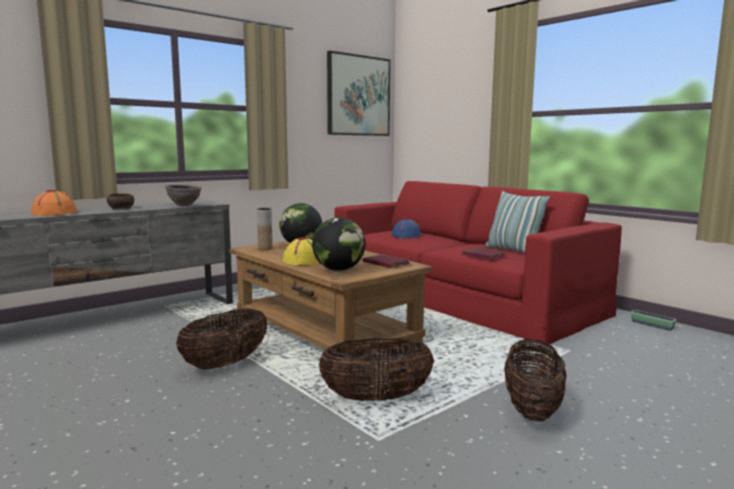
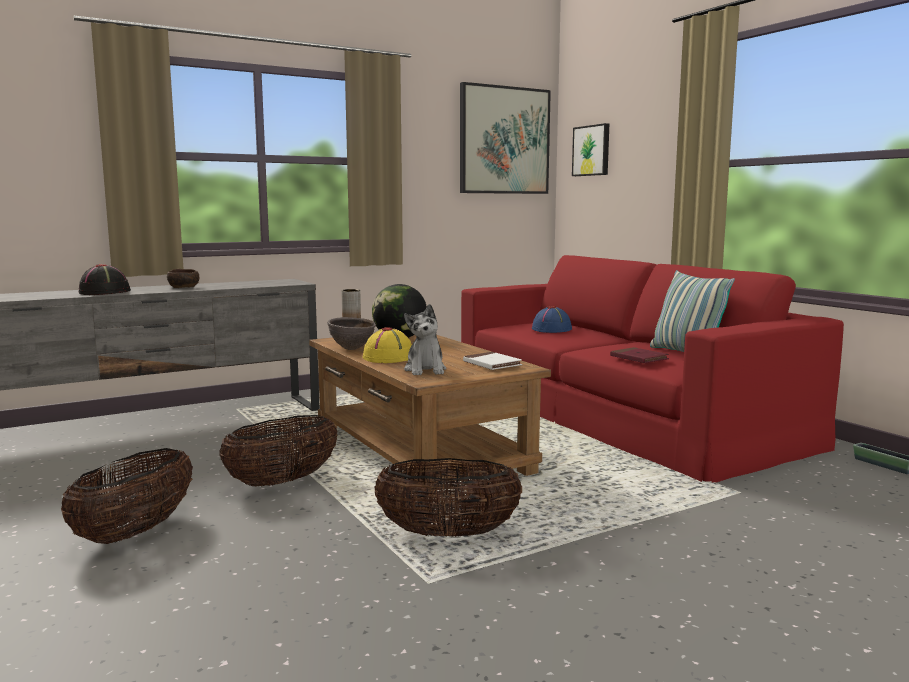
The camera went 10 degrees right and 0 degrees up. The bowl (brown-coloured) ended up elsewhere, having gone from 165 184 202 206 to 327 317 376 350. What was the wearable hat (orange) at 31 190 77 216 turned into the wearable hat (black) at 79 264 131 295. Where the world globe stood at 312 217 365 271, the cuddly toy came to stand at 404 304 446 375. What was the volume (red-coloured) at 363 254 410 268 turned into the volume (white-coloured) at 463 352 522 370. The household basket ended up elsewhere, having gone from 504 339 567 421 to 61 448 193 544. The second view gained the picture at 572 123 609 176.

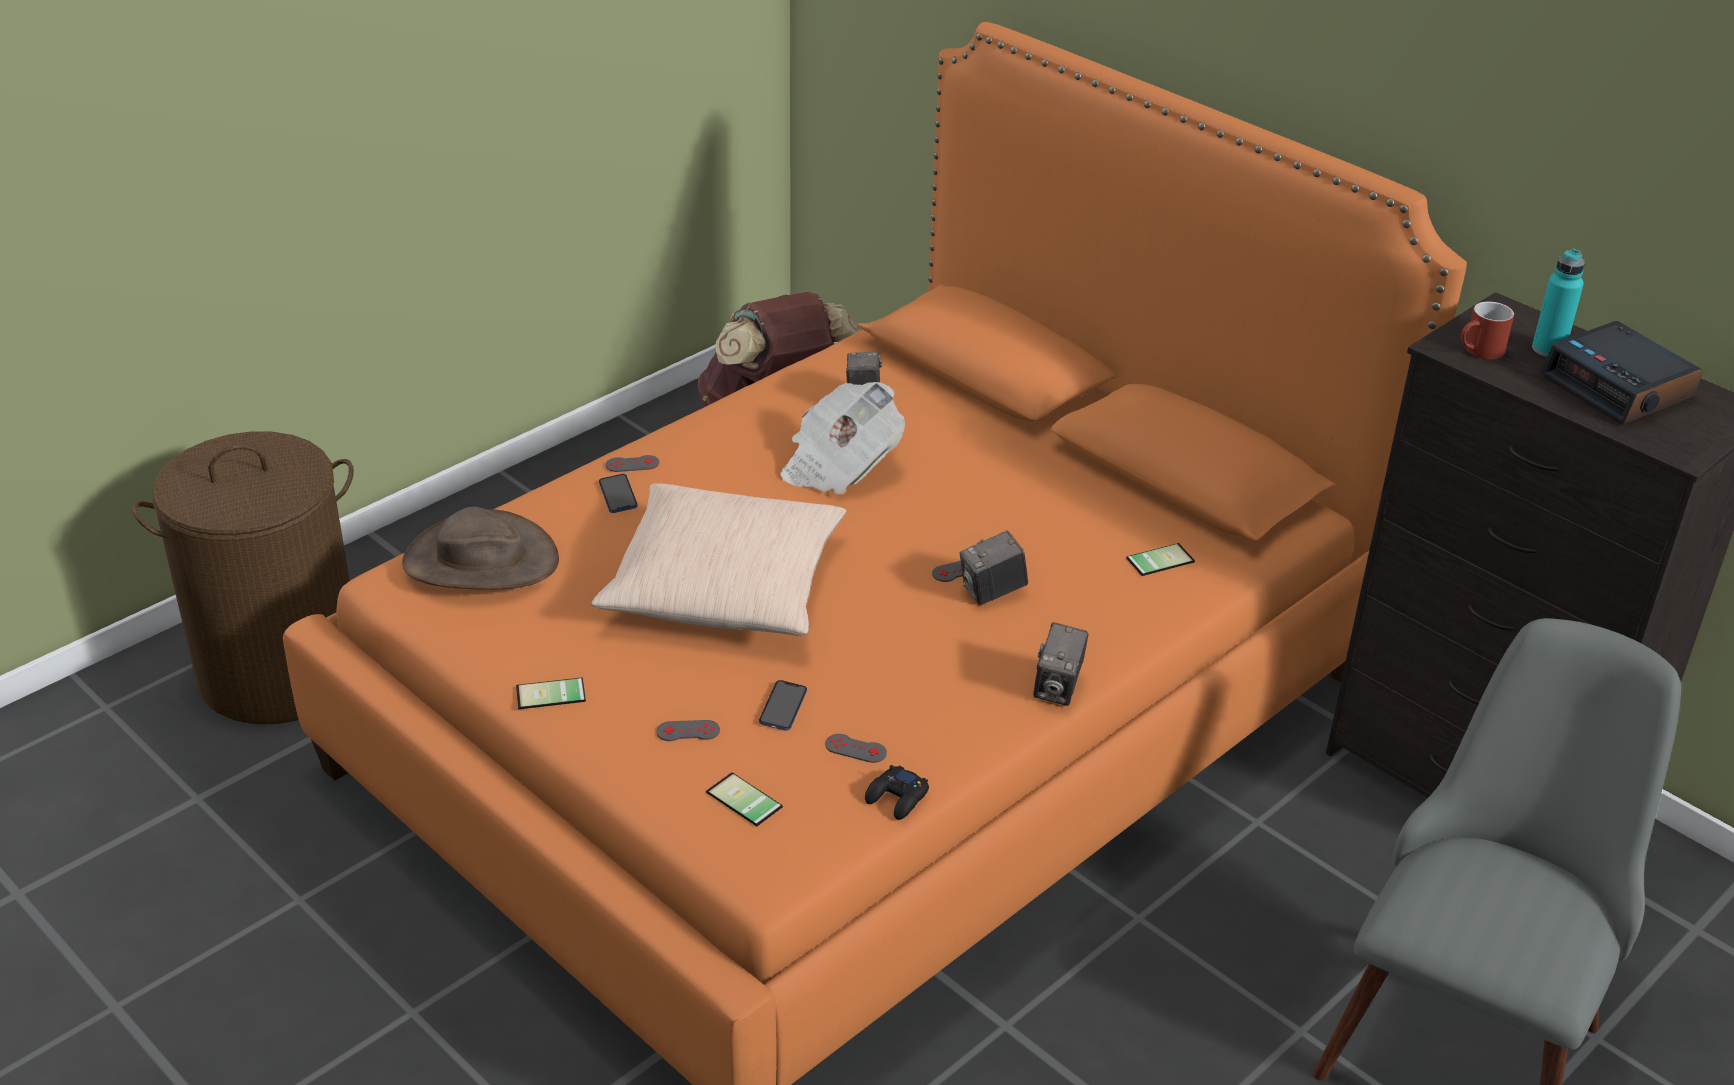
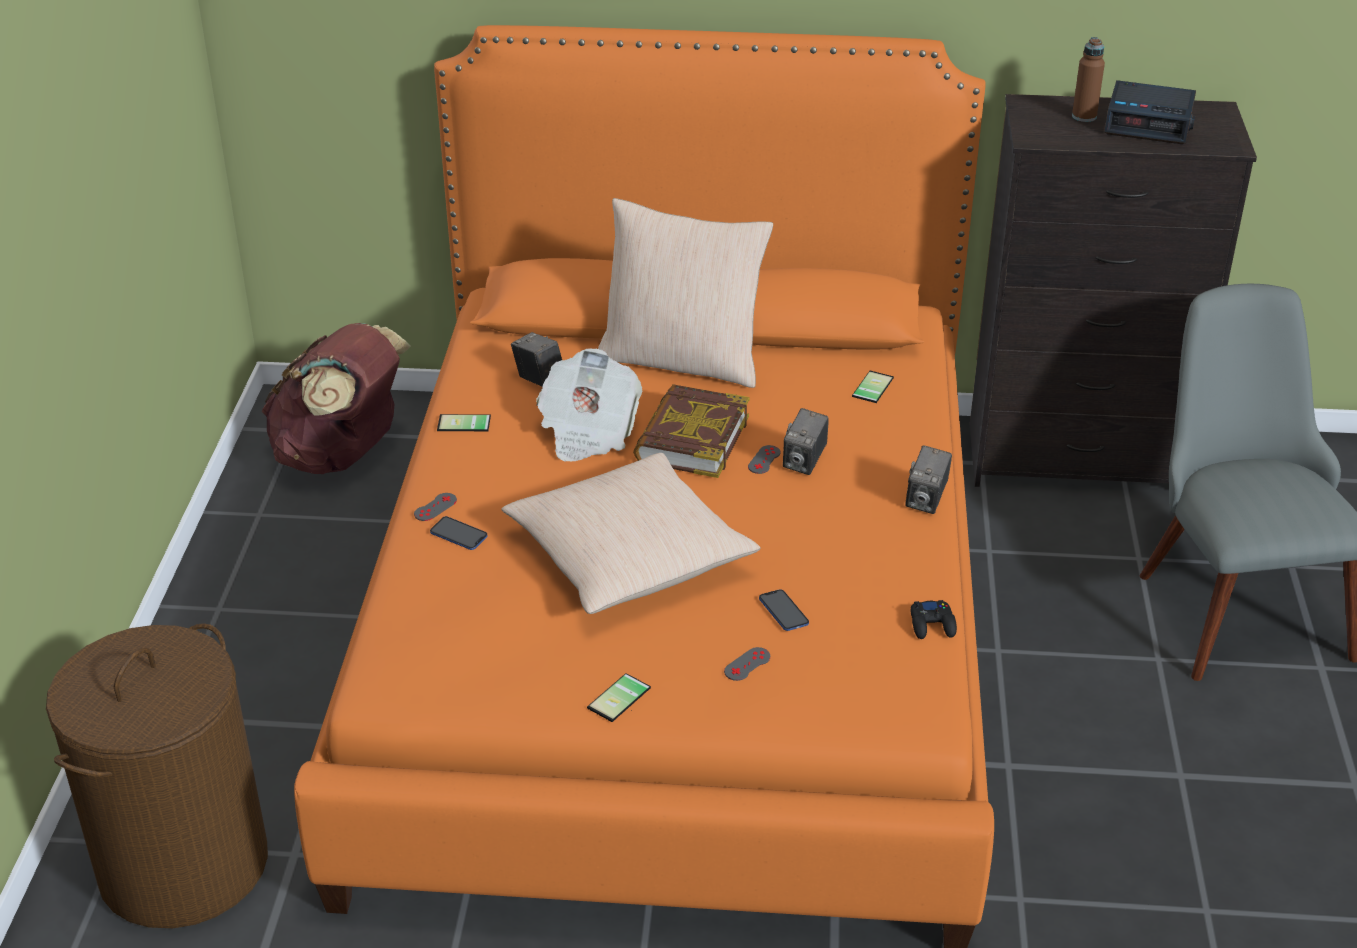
The camera went 40 degrees left and 0 degrees up. What was the bottle (blue-green) at 1532 249 1585 357 turned into the bottle (brown-coloured) at 1072 37 1105 122. The second view lost the mug (red-coloured) at 1461 301 1514 359. The second view lost the wearable hat (brown-coloured) at 402 507 559 589. The still camera at 1033 622 1088 706 ended up facing another way, 45 degrees clockwise from before. The second view lost the game controller (gray) at 825 734 887 763. The telephone ended up elsewhere, having gone from 706 772 783 826 to 437 414 491 431. The second view gained the pillow (beige-coloured) at 598 198 773 388. The second view gained the volume at 633 384 750 478.

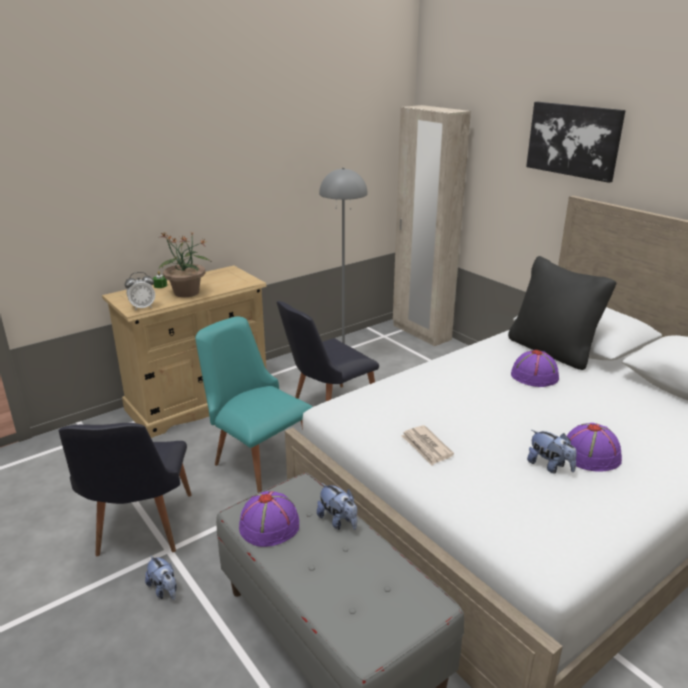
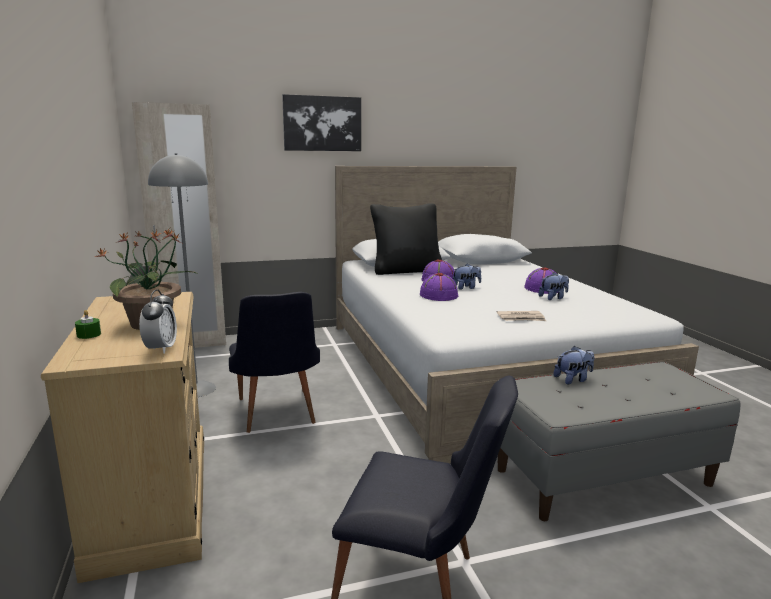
The camera went 70 degrees left and 10 degrees down. The second view lost the plain chair (blue-green) at 195 316 312 493. The wearable hat (purplish) ended up elsewhere, having gone from 239 491 299 547 to 420 273 458 301. The cuddly toy ended up elsewhere, having gone from 145 555 177 600 to 453 264 481 290.

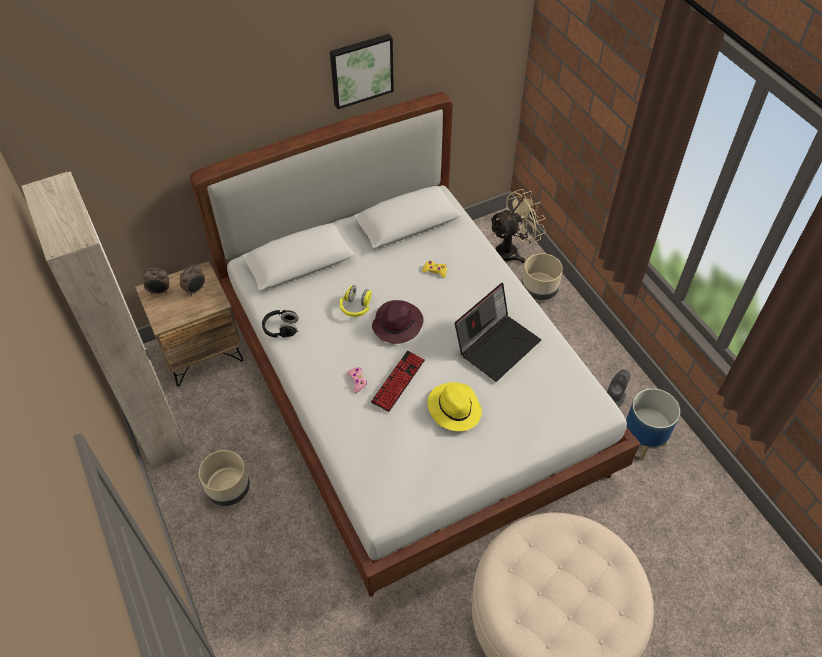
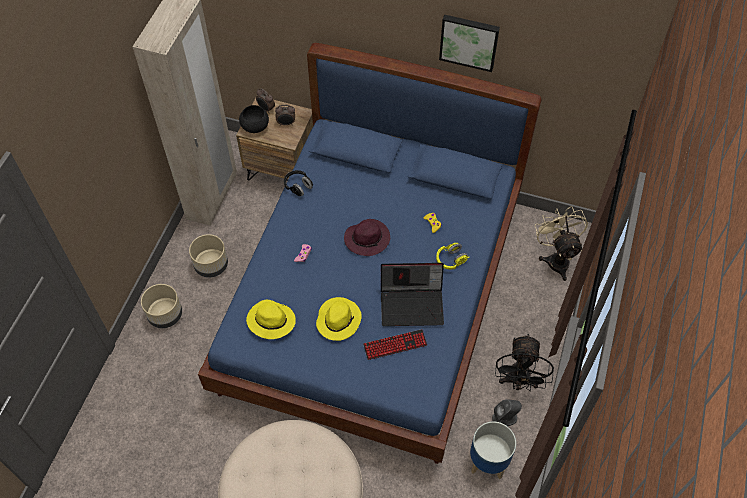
The camera went 45 degrees right and 5 degrees up. What was the bedroom bed (white-coloured) at 190 92 640 597 turned into the bedroom bed (blue) at 198 43 542 464. The cooling fan (beige-coloured) at 489 189 546 263 ended up facing another way, 120 degrees counterclockwise from before. The flower pot (beige-coloured) ended up elsewhere, having gone from 522 253 563 300 to 141 284 182 328. The pair of headphones (yellow-coloured) ended up elsewhere, having gone from 340 285 372 317 to 436 243 469 269. The PC keyboard ended up elsewhere, having gone from 371 351 425 412 to 363 329 427 360. The second view gained the bowl (black) at 239 105 269 133. The second view gained the wearable hat (yellow-coloured) at 246 300 296 339. The second view gained the cooling fan (black) at 495 334 554 391.

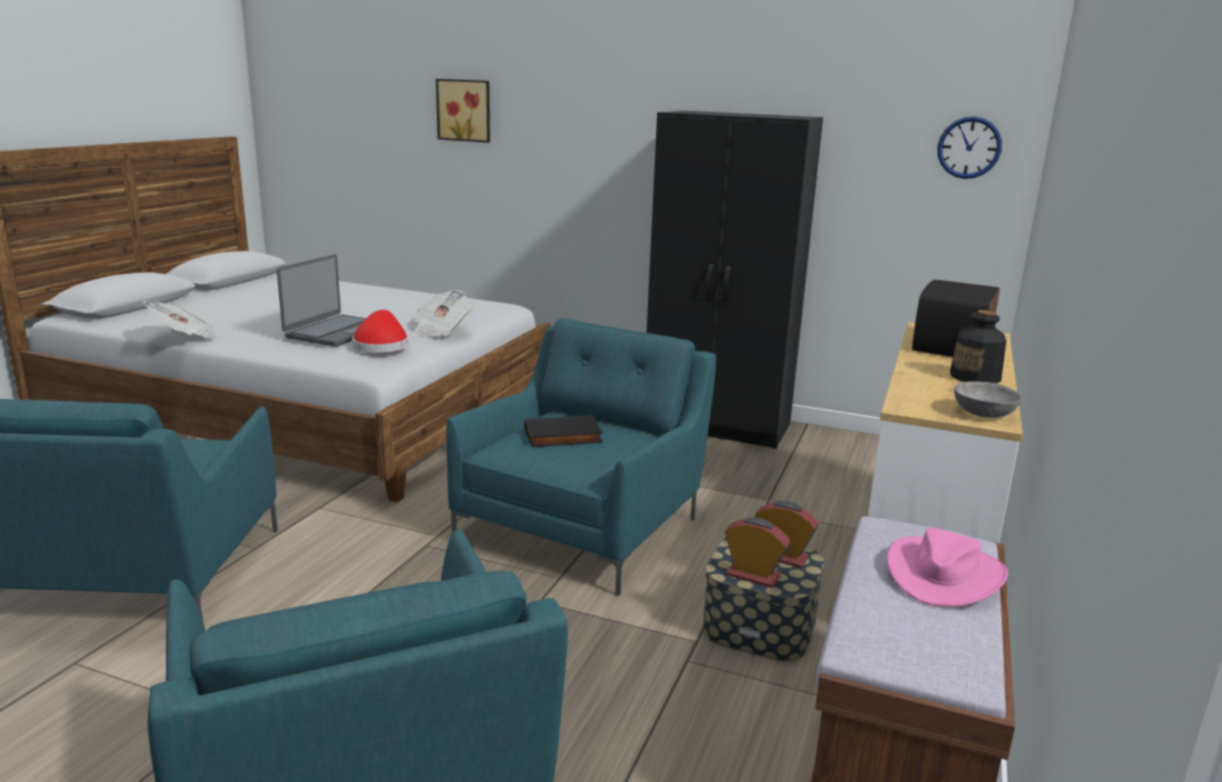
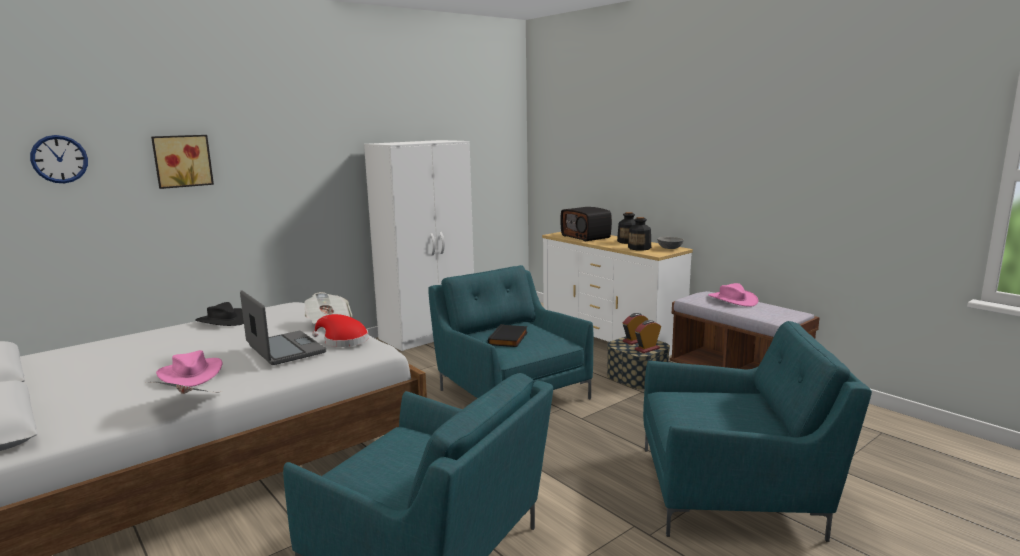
The camera went 60 degrees left and 5 degrees down. What was the armoire (black) at 647 111 823 449 turned into the armoire (white-coloured) at 364 140 474 351. The clock on the wall ended up elsewhere, having gone from 937 116 1002 179 to 30 135 88 183. The second view gained the bottle at 628 217 651 251. The second view gained the wearable hat (black) at 195 302 244 326. The second view gained the wearable hat (pink-coloured) at 156 350 222 387.

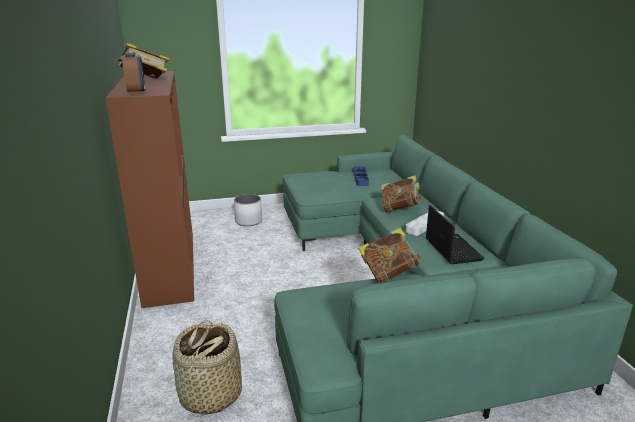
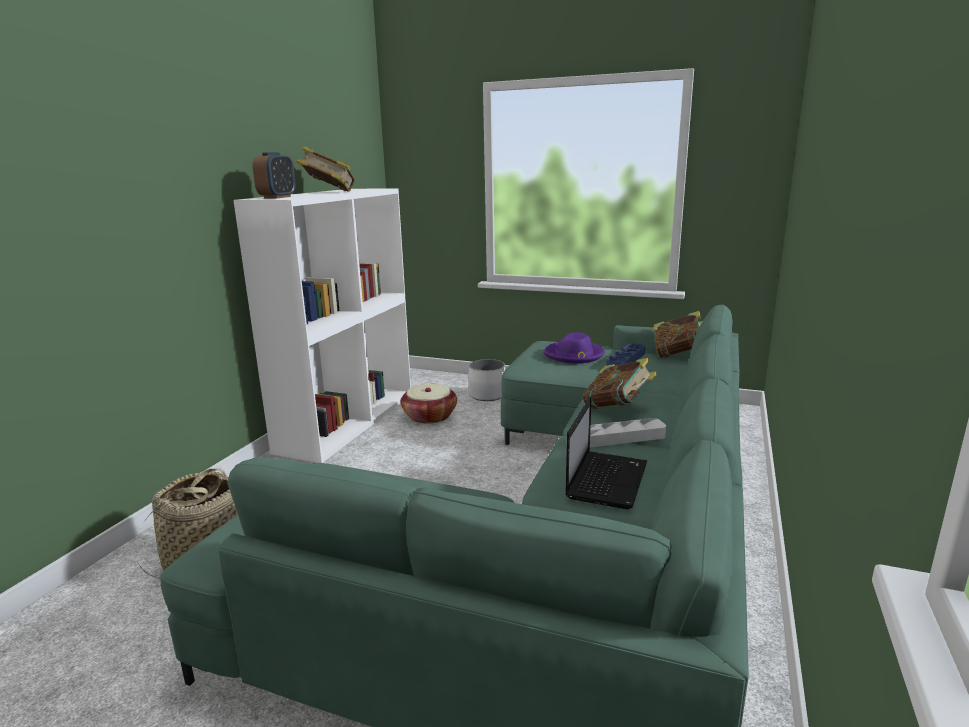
The camera went 35 degrees right and 5 degrees down. What was the shelving unit (brown-coloured) at 105 71 194 308 turned into the shelving unit (white-coloured) at 233 189 411 463. The volume ended up elsewhere, having gone from 358 228 422 283 to 654 311 702 358. The second view gained the wearable hat (purplish) at 543 332 605 363. The second view gained the household basket at 401 384 457 424.

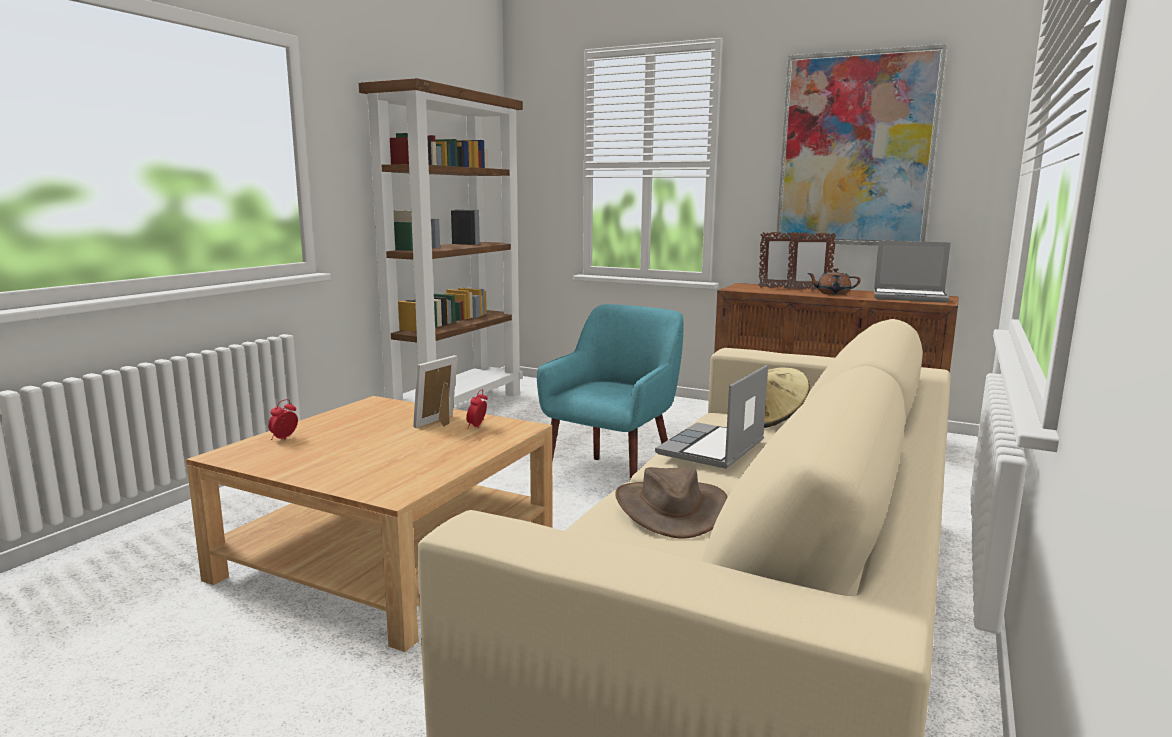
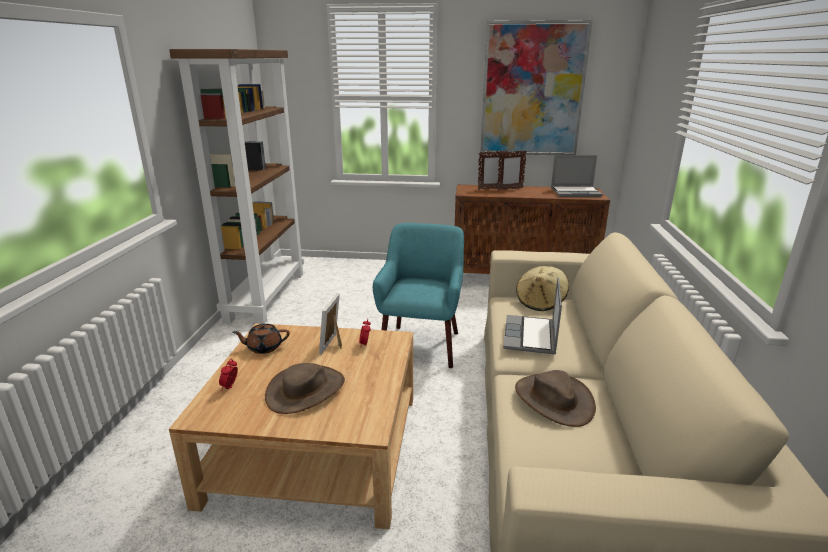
The camera went 20 degrees left and 10 degrees up. The pot for tea (brown-coloured) ended up elsewhere, having gone from 807 268 861 295 to 232 324 290 354. The second view gained the wearable hat (brown-coloured) at 265 363 345 414.

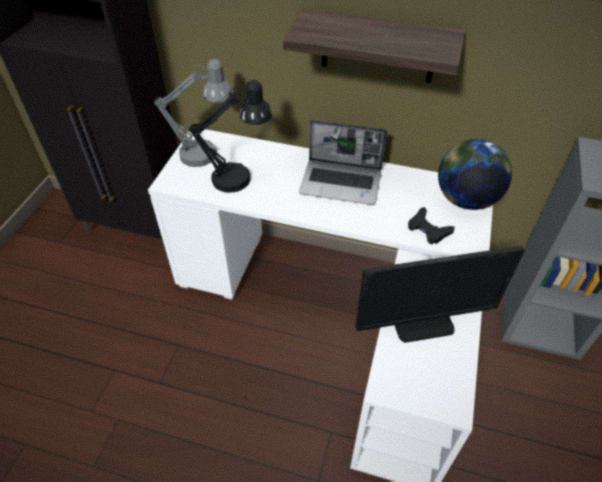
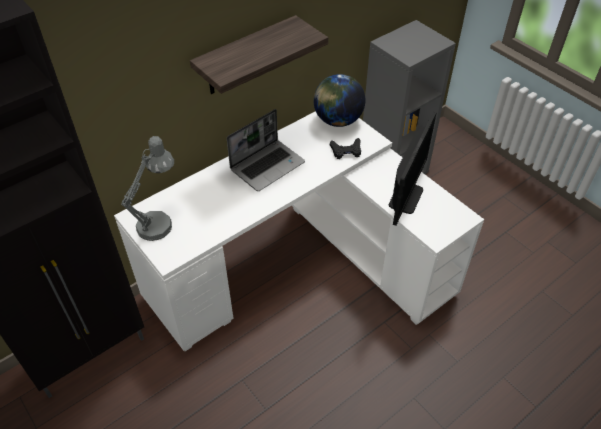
The camera went 55 degrees left and 0 degrees up. The second view lost the table lamp (black) at 189 80 272 193.

